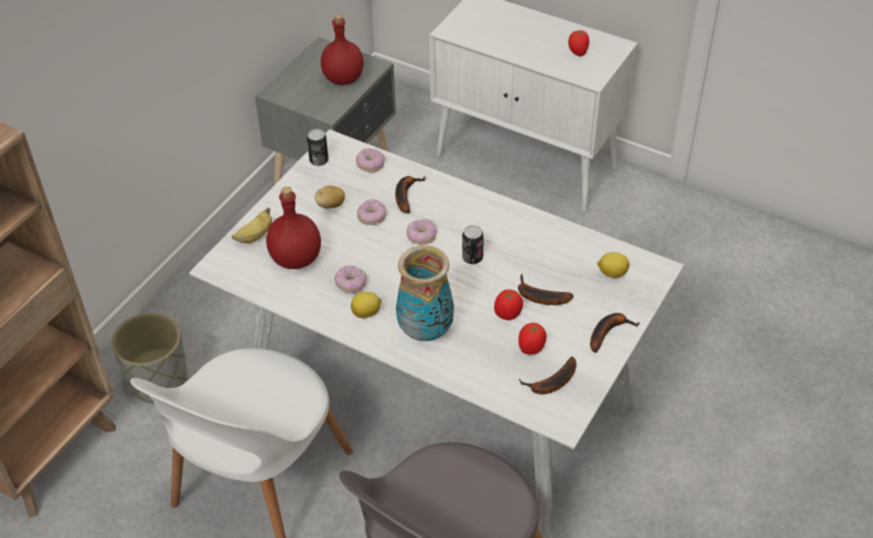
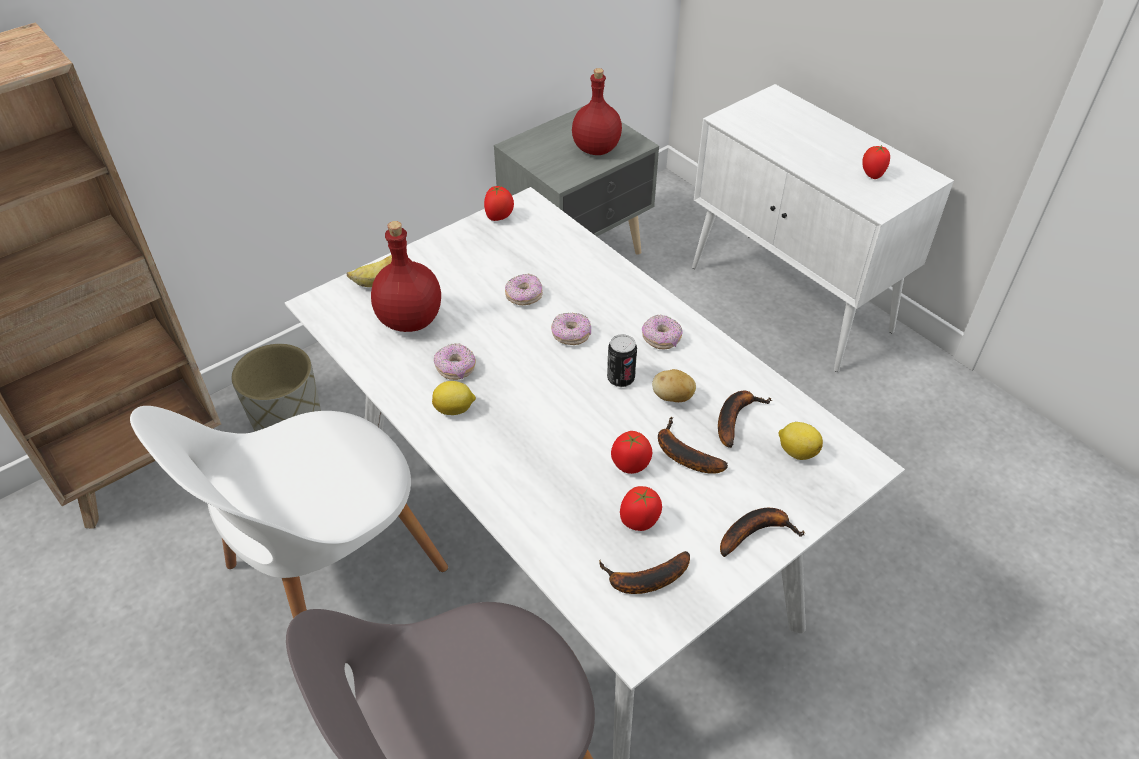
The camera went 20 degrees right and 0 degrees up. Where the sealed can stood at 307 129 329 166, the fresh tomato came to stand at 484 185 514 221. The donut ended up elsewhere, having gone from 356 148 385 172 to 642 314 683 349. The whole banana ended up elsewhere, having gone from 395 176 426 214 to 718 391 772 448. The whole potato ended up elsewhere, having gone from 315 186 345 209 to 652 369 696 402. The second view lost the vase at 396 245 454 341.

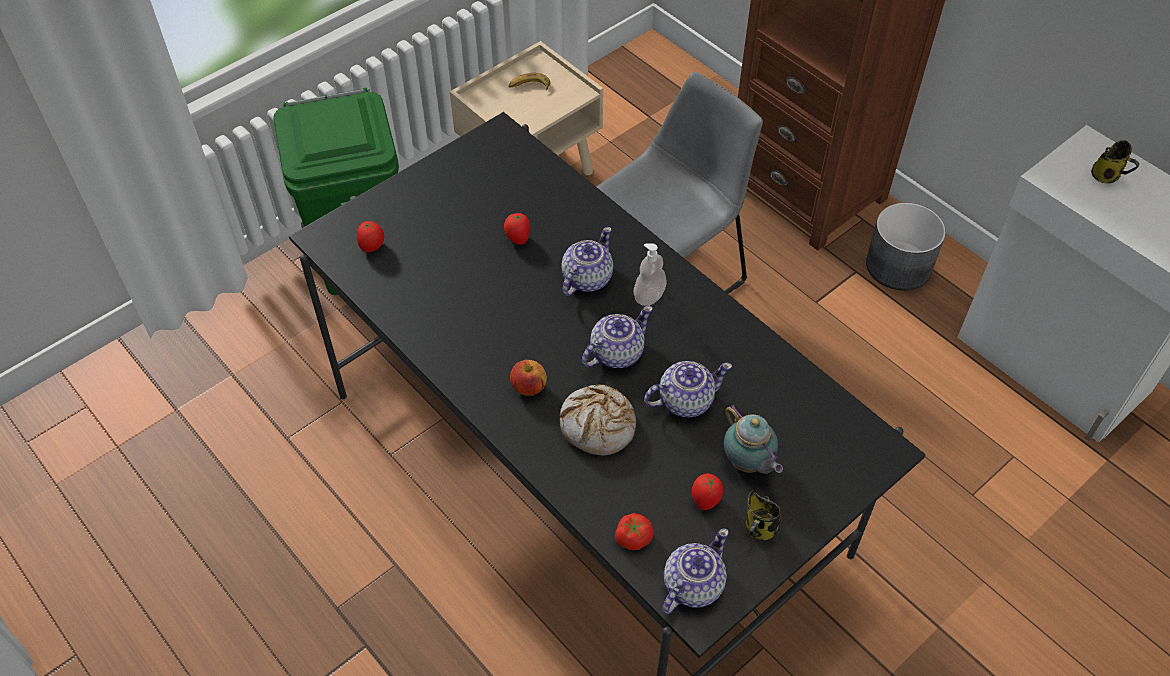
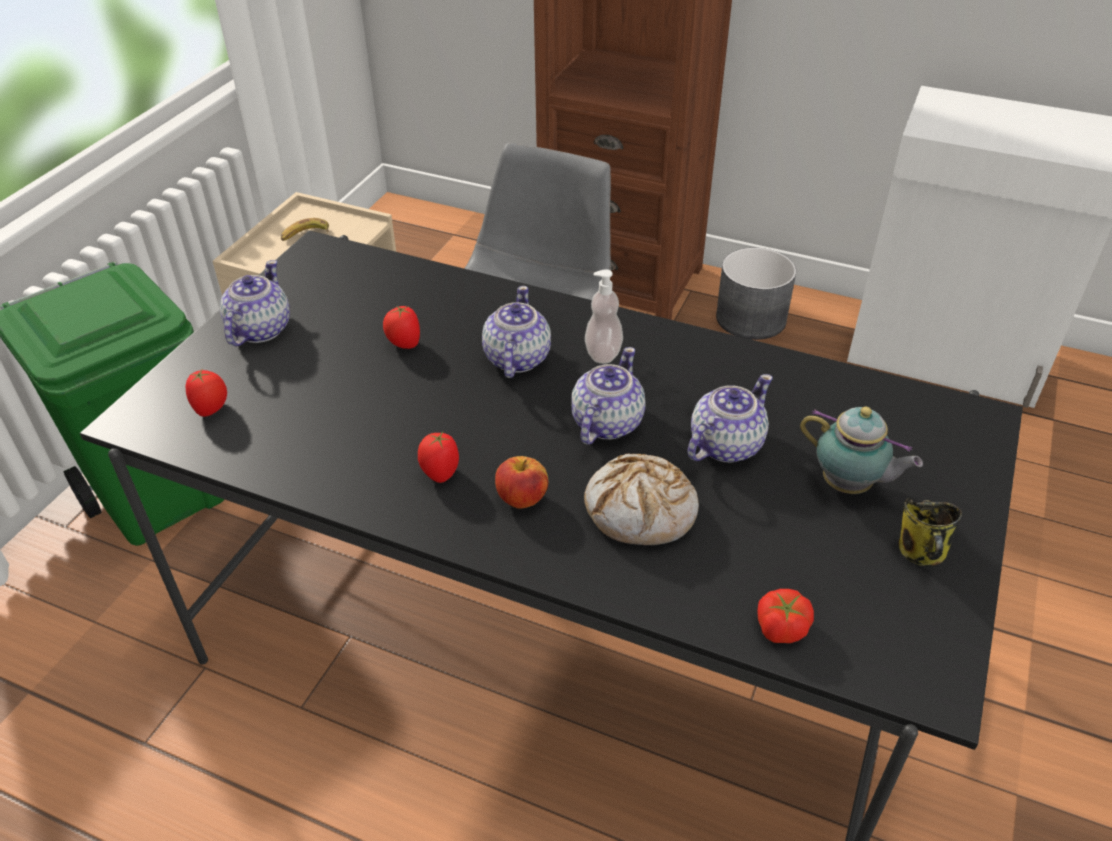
The camera went 25 degrees left and 10 degrees down. The second view lost the mug at 1091 140 1139 183. The fresh tomato ended up elsewhere, having gone from 692 473 723 510 to 418 432 459 483. The pot for tea ended up elsewhere, having gone from 662 528 729 614 to 220 260 290 346.

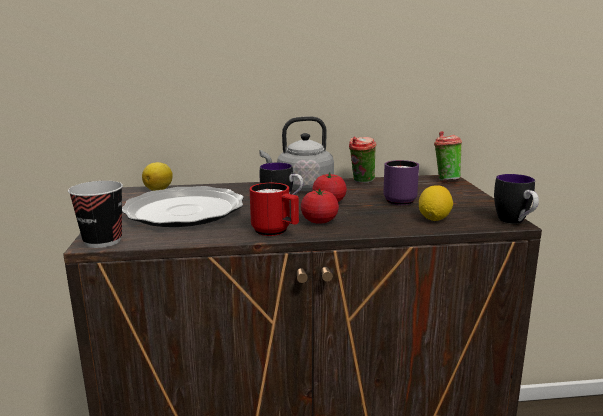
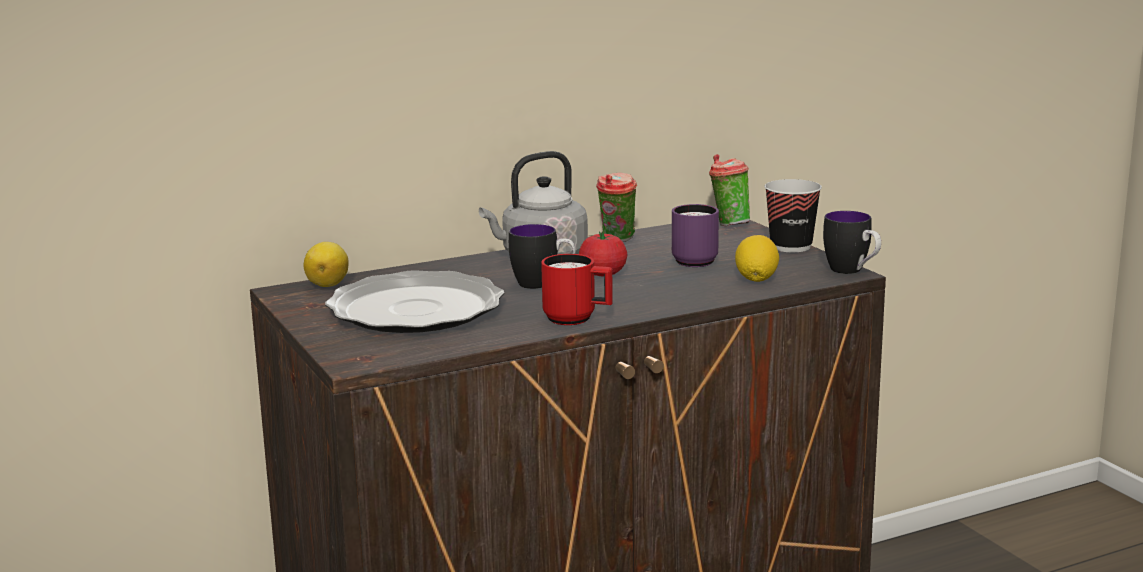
The camera went 20 degrees left and 0 degrees up. The drinking cup ended up elsewhere, having gone from 68 181 123 248 to 764 179 822 252. The second view lost the fresh tomato at 301 189 339 224.

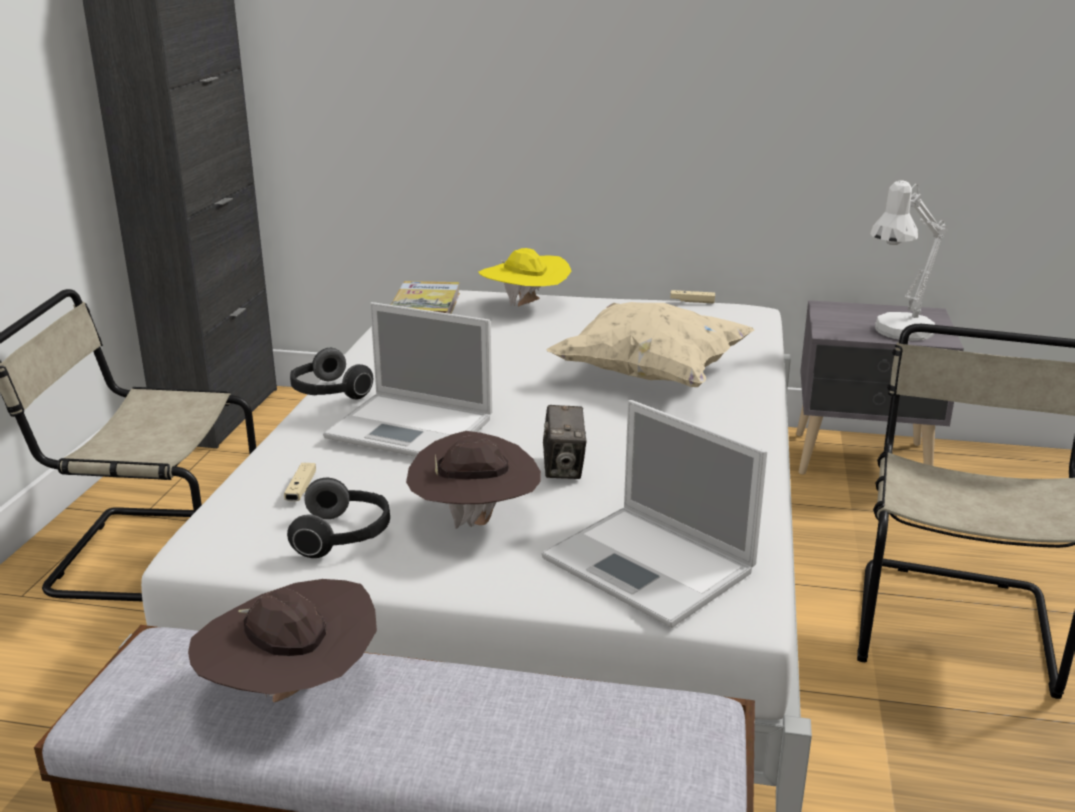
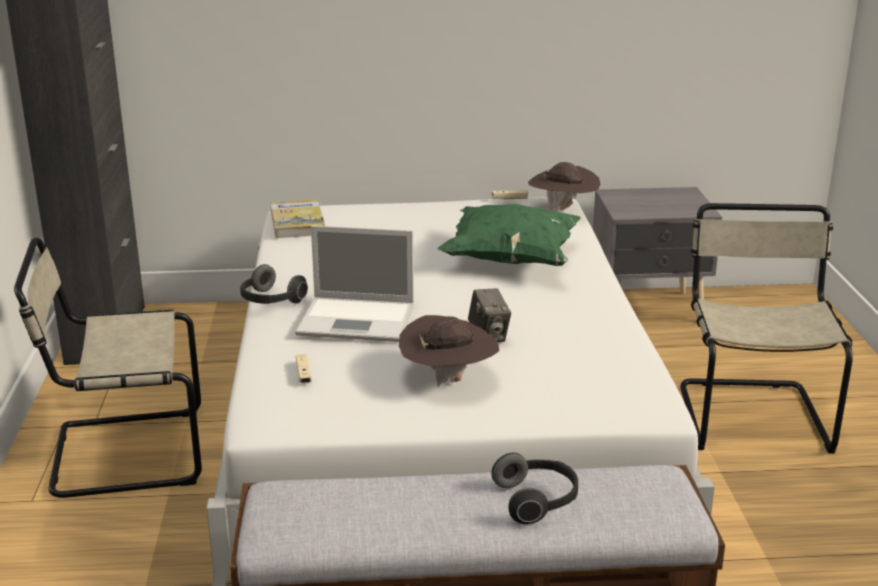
The camera went 15 degrees left and 0 degrees up. The second view lost the table lamp (white-coloured) at 870 180 948 341. The second view lost the wearable hat (yellow-coloured) at 479 248 571 307. What was the pillow (beige-coloured) at 547 302 755 387 turned into the pillow (greenish) at 437 204 581 266. The second view lost the notebook computer at 541 400 767 628. The pair of headphones ended up elsewhere, having gone from 287 478 390 558 to 491 453 578 524. The wearable hat (brown-coloured) ended up elsewhere, having gone from 188 579 377 702 to 528 162 600 210.

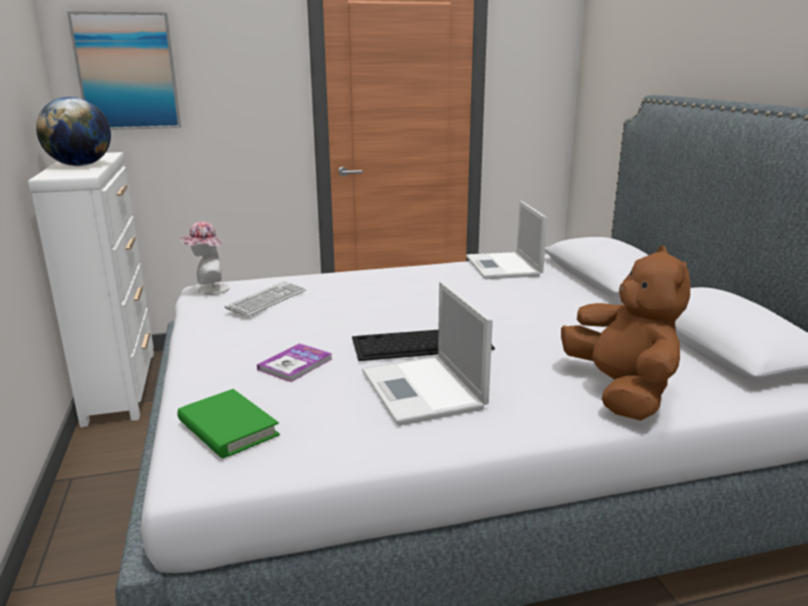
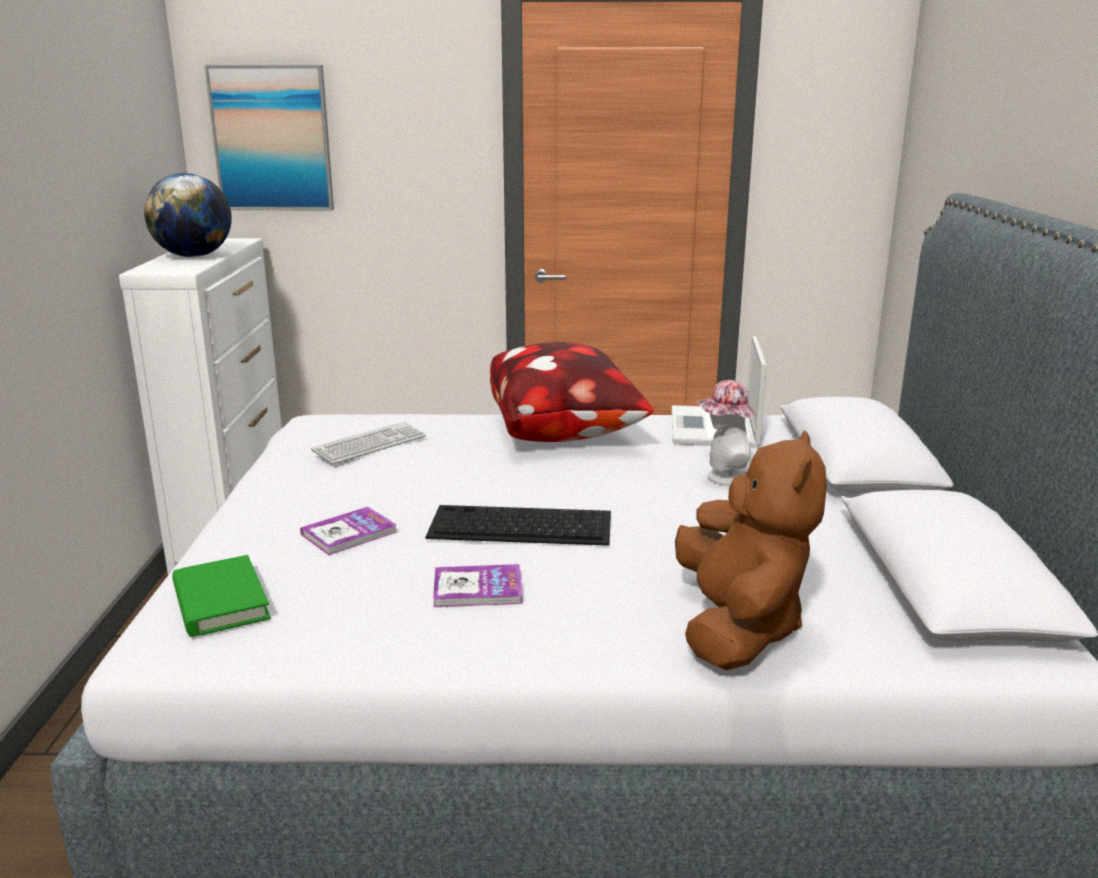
The camera went 15 degrees right and 0 degrees up. The wearable hat ended up elsewhere, having gone from 180 221 230 295 to 697 380 757 486. Where the notebook computer stood at 362 281 493 426, the volume came to stand at 433 564 523 607. The second view gained the pillow at 490 342 654 442.

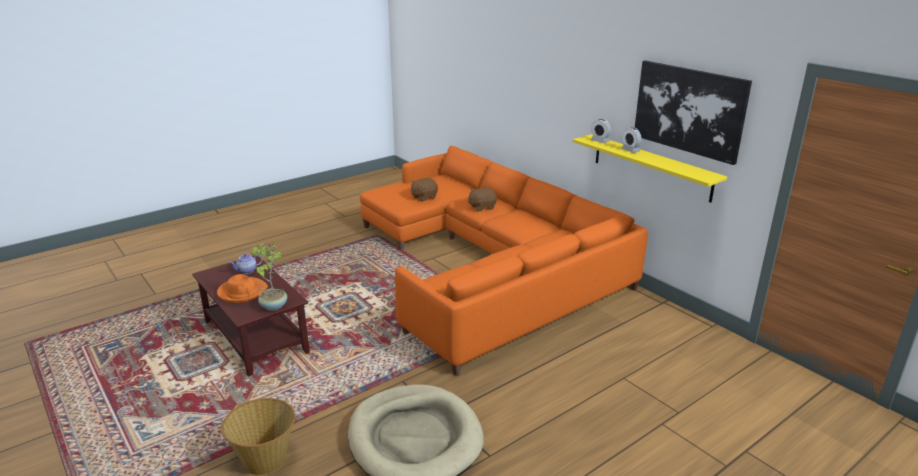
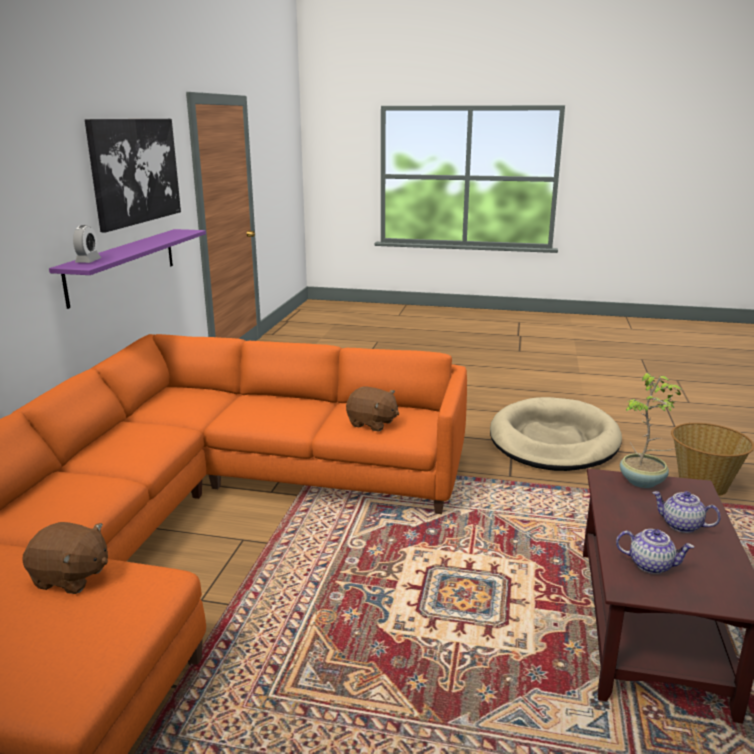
The camera went 130 degrees left and 5 degrees down. The second view lost the table clock at 621 128 642 153. What was the shelf (yellow-coloured) at 572 134 727 203 turned into the shelf (purplish) at 49 229 206 309. The cuddly toy (brown-coloured) ended up elsewhere, having gone from 467 187 497 211 to 346 387 399 431. Where the wearable hat (orange) stood at 217 274 268 303, the pot for tea came to stand at 652 491 721 533.

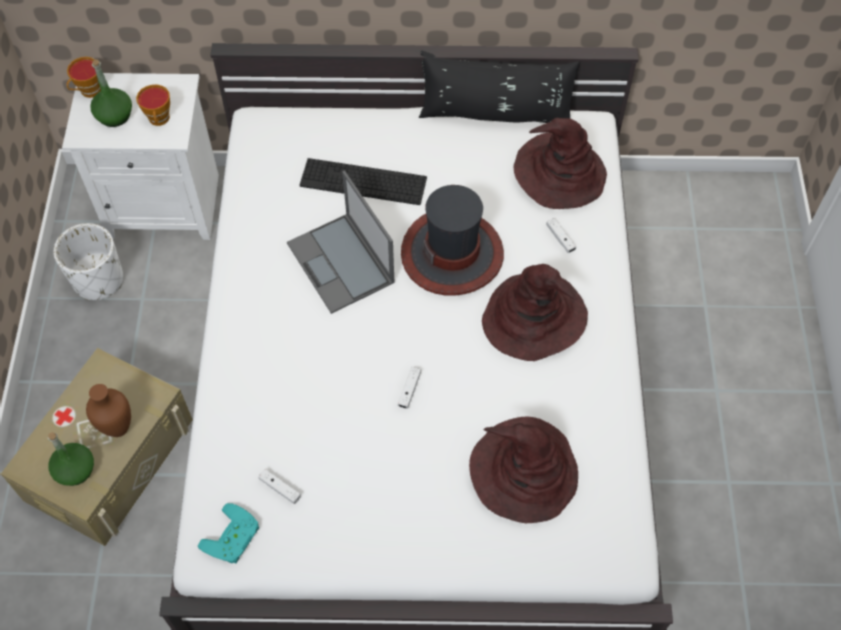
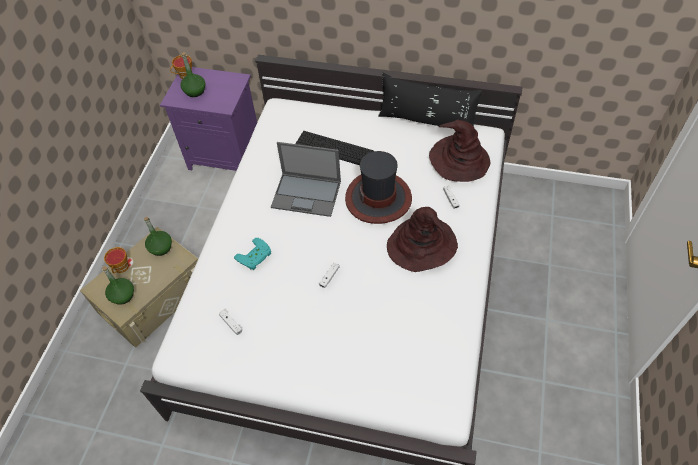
The camera went 15 degrees right and 5 degrees down. What was the bedside table (white-coloured) at 62 73 219 240 turned into the bedside table (purplish) at 160 67 257 171. The drinking cup ended up elsewhere, having gone from 136 85 170 126 to 104 247 129 273. The notebook computer at 287 170 395 314 ended up facing another way, 60 degrees counterclockwise from before. The second view lost the flower pot (white-coloured) at 53 223 123 300. The second view lost the vase (brown-coloured) at 86 384 131 437. The second view lost the wearable hat (brown-coloured) at 469 417 578 523. The game controller (blue-green) ended up elsewhere, having gone from 198 503 259 563 to 234 238 271 270. The second view gained the bottle (greenish) at 144 217 172 256.

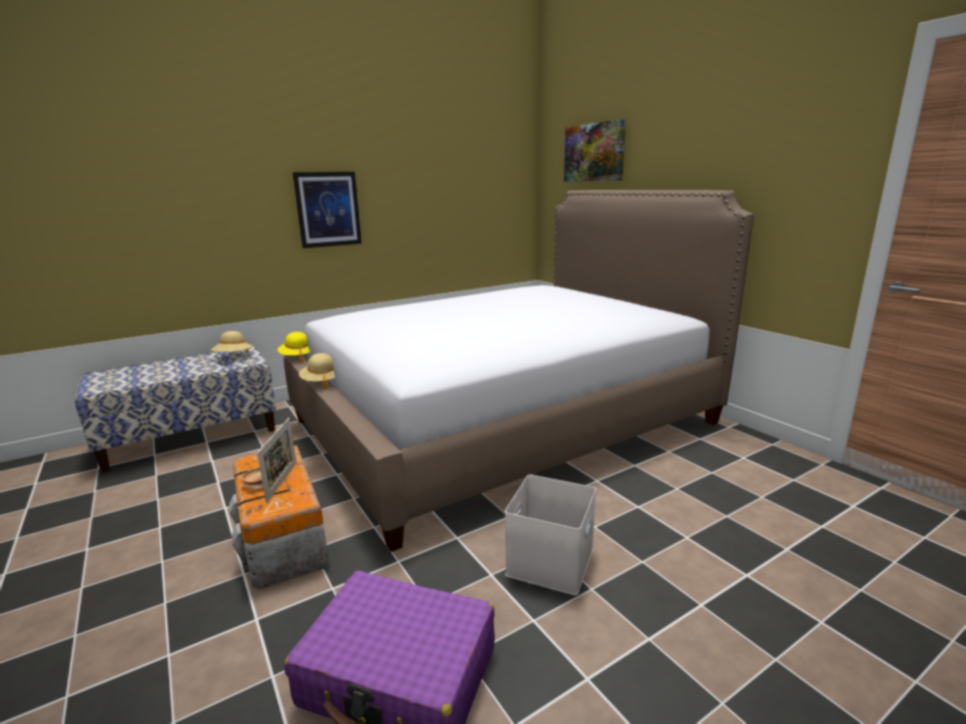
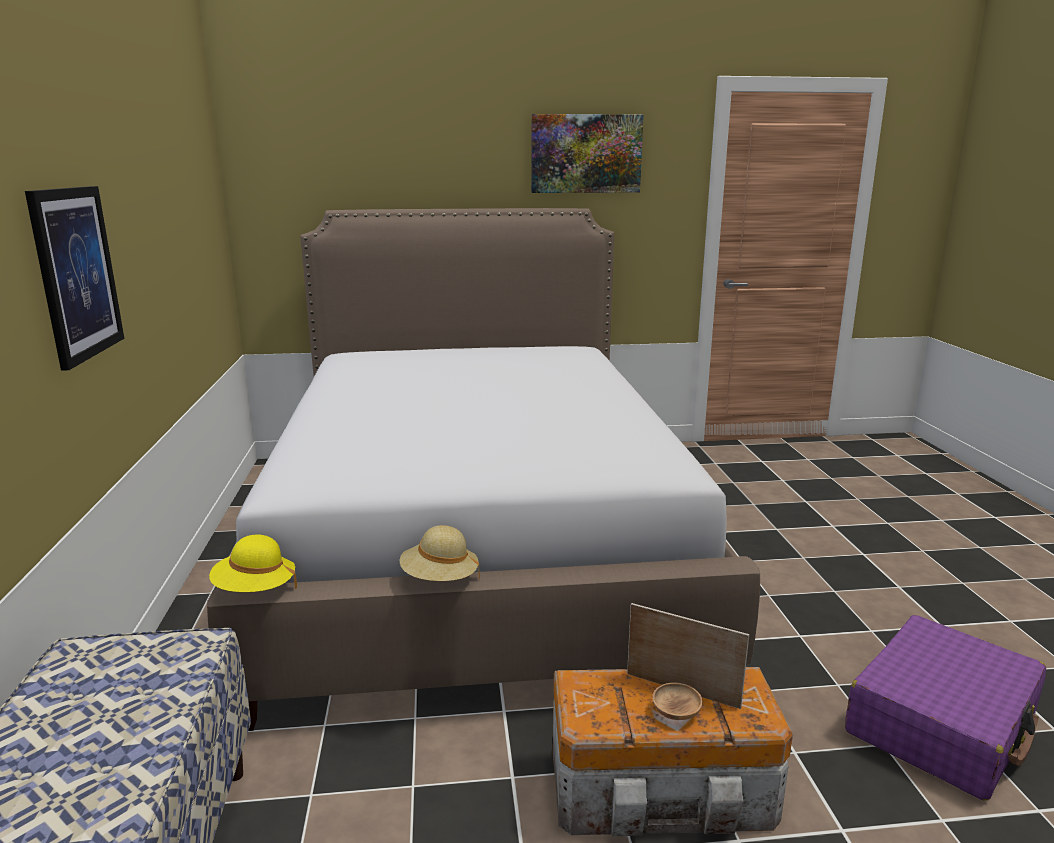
The camera went 65 degrees left and 0 degrees up. The picture ended up elsewhere, having gone from 564 119 626 181 to 531 114 643 193. The second view lost the wearable hat (beige-coloured) at 211 331 252 352. The second view lost the storage box (white-coloured) at 505 475 596 595.

